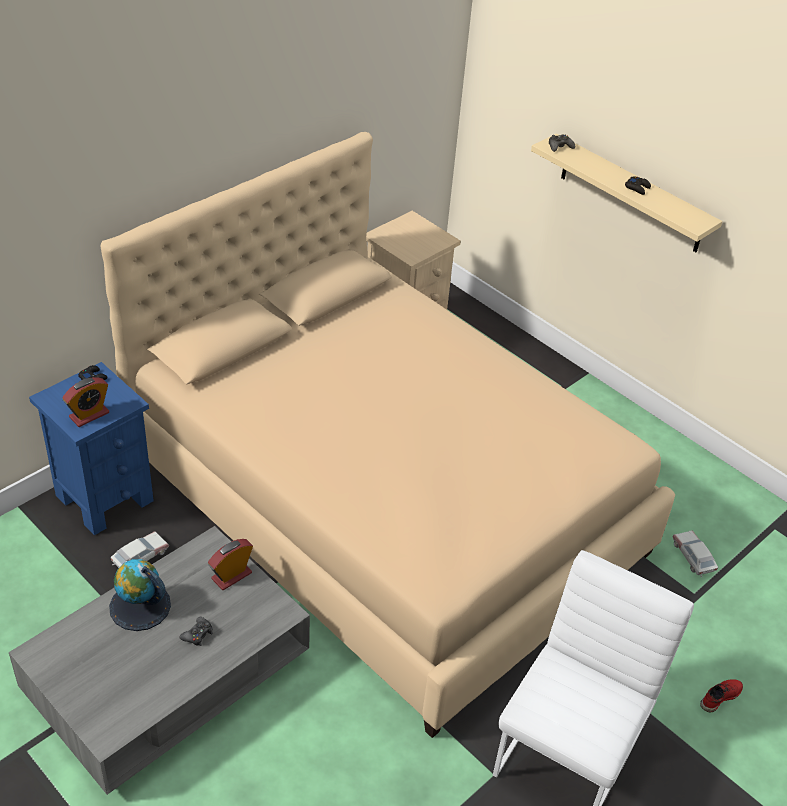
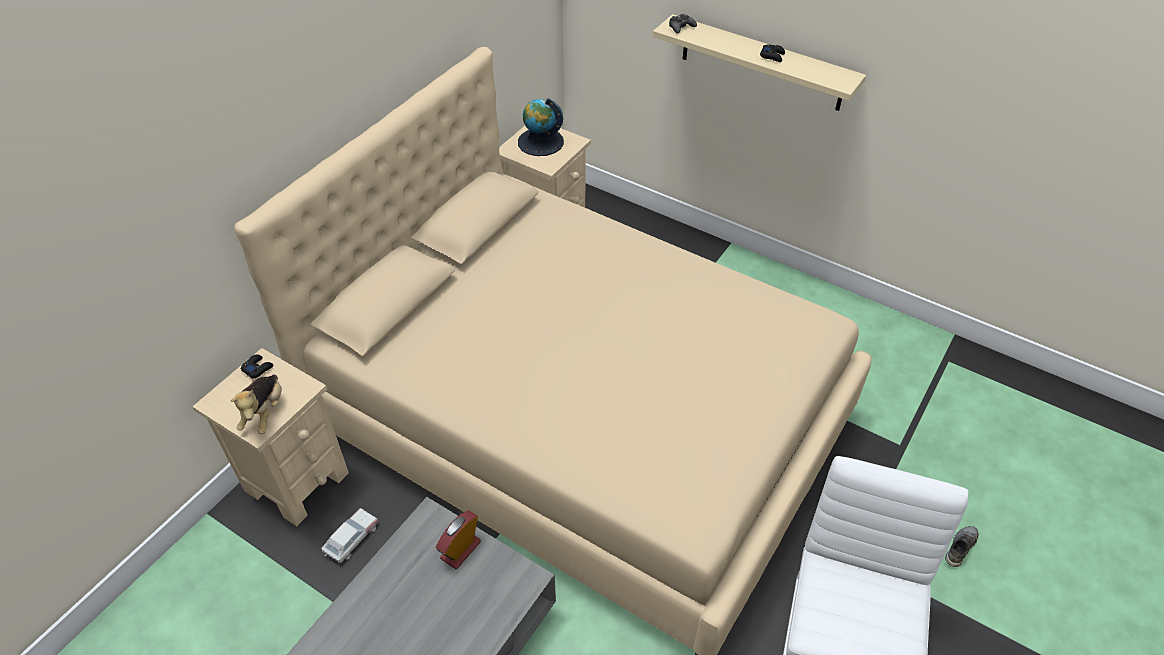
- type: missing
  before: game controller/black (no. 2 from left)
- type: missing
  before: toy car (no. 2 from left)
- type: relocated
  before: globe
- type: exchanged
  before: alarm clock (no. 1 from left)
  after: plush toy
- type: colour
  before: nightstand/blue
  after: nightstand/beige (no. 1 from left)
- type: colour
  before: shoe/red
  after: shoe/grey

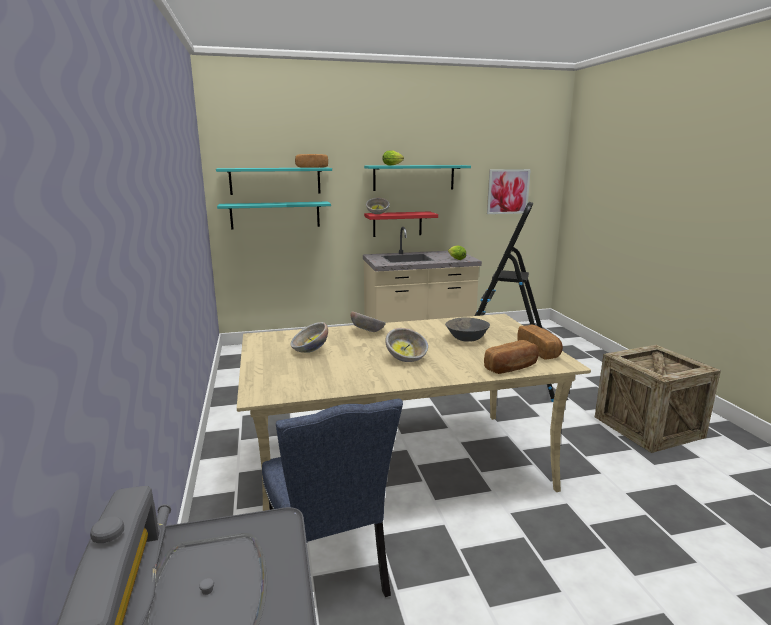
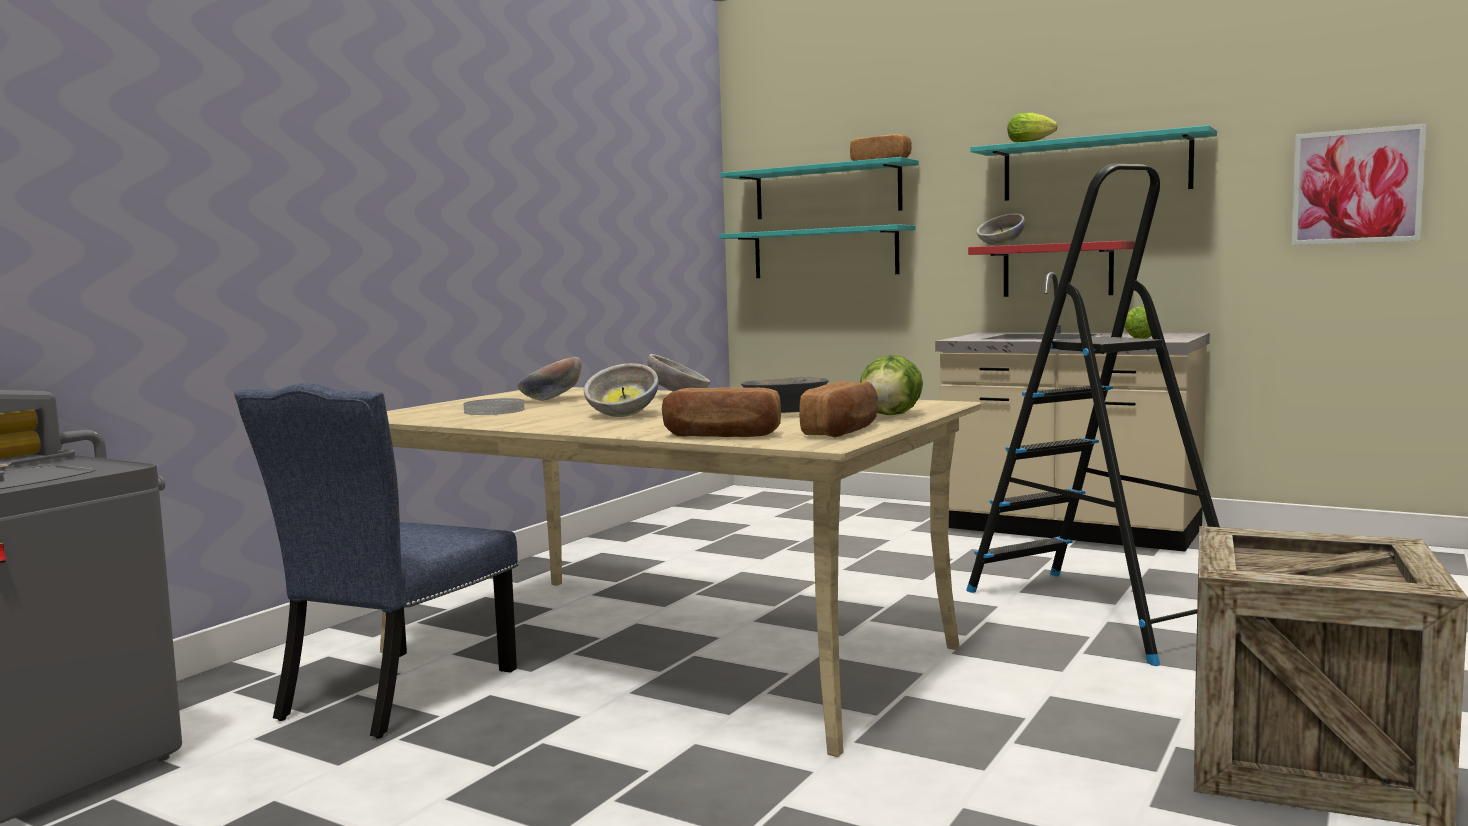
- type: appeared
  after: plate/white
- type: appeared
  after: lettuce (no. 1 from left)

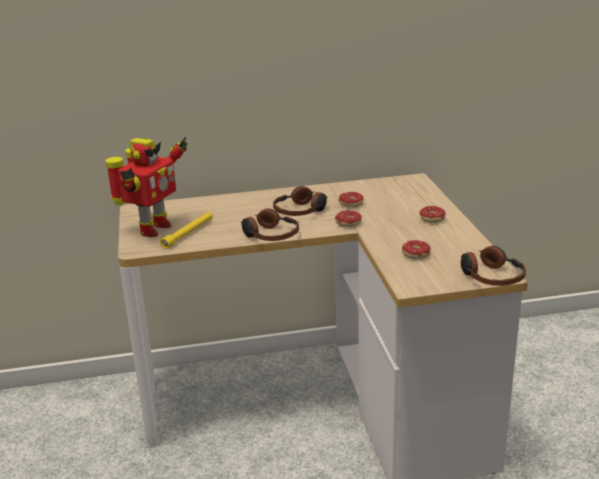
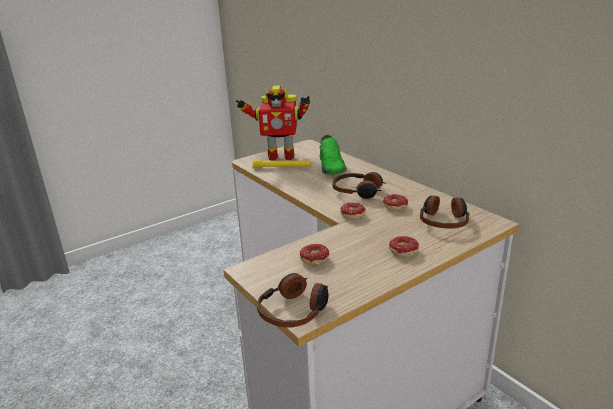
- type: appeared
  after: shoe/green
- type: relocated
  before: headphones (no. 1 from left in the first image)
  after: headphones (no. 3 from left)

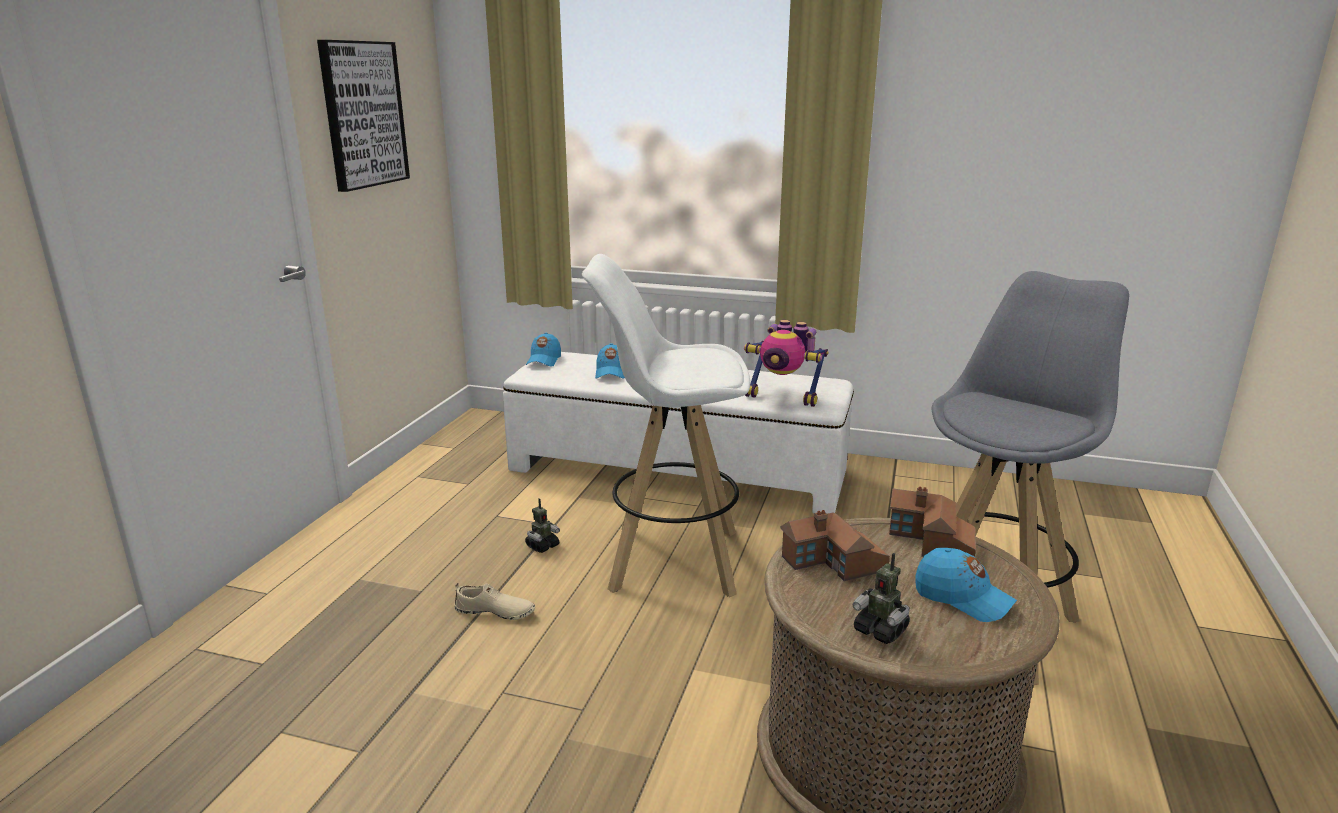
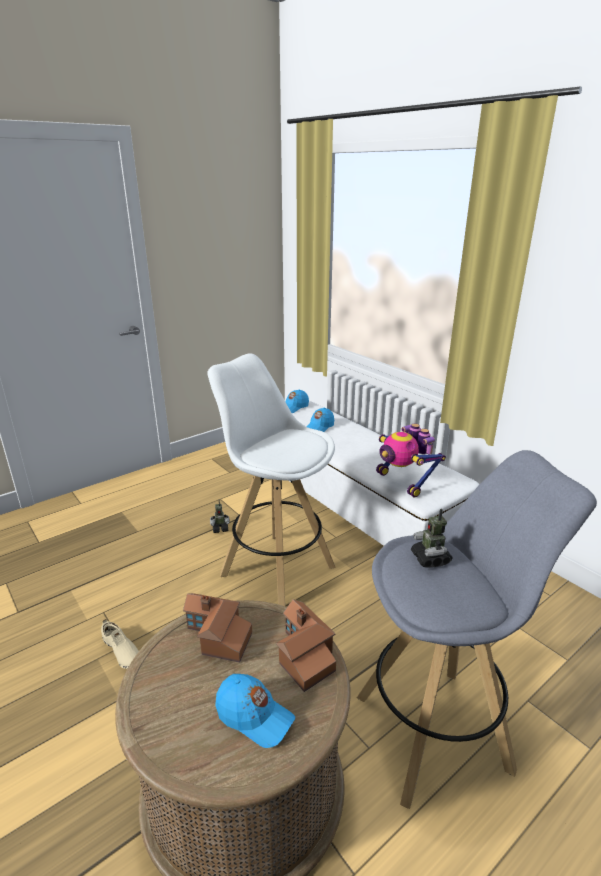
- type: missing
  before: picture
- type: relocated
  before: shoe/beige
- type: relocated
  before: toy robot (no. 3 from left)
- type: spun
  before: cap/blue (no. 3 from left in the first image)
  turn: -45

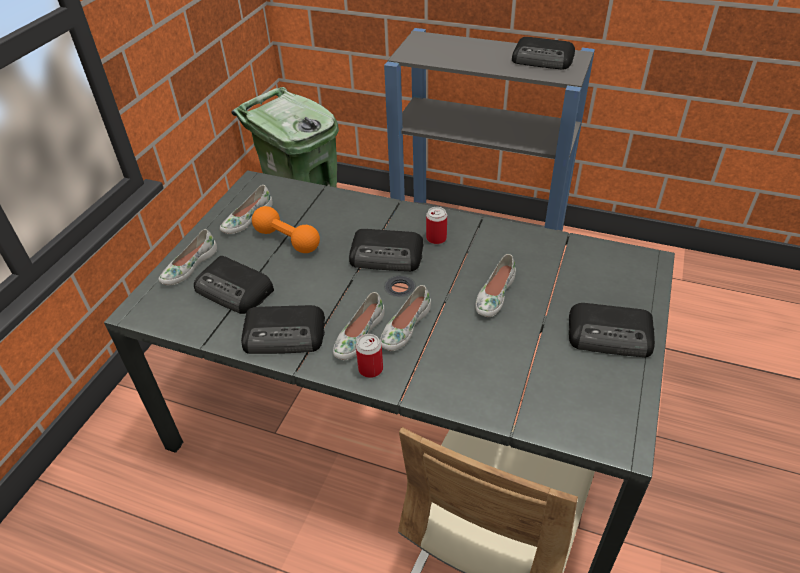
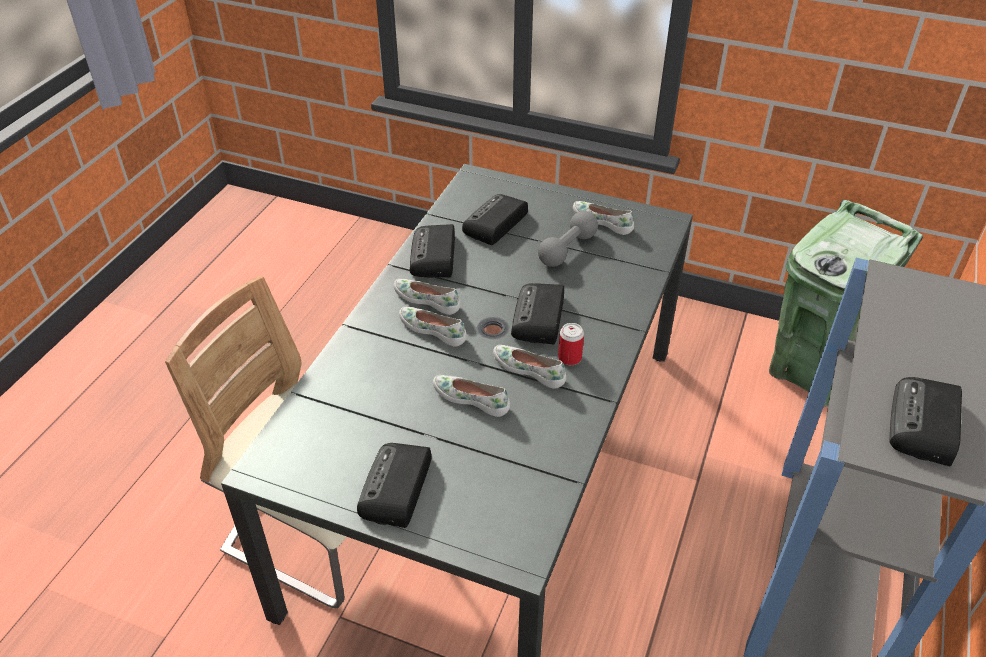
- type: missing
  before: can (no. 1 from left)
- type: relocated
  before: shoe/white (no. 1 from left in the first image)
  after: shoe/white (no. 4 from left)
- type: colour
  before: dumbbell/orange
  after: dumbbell/grey

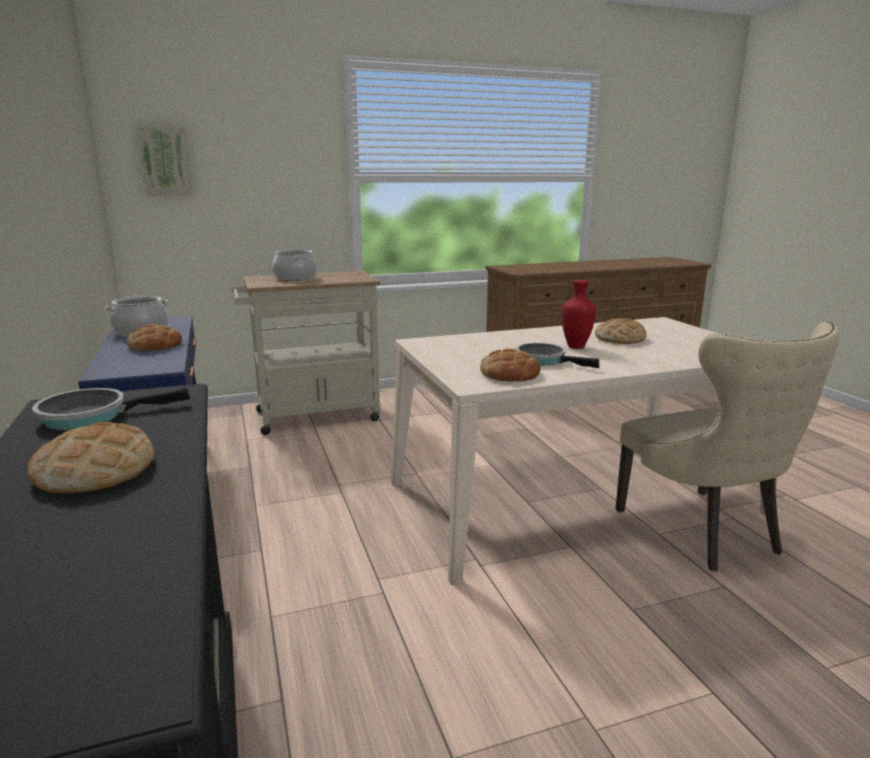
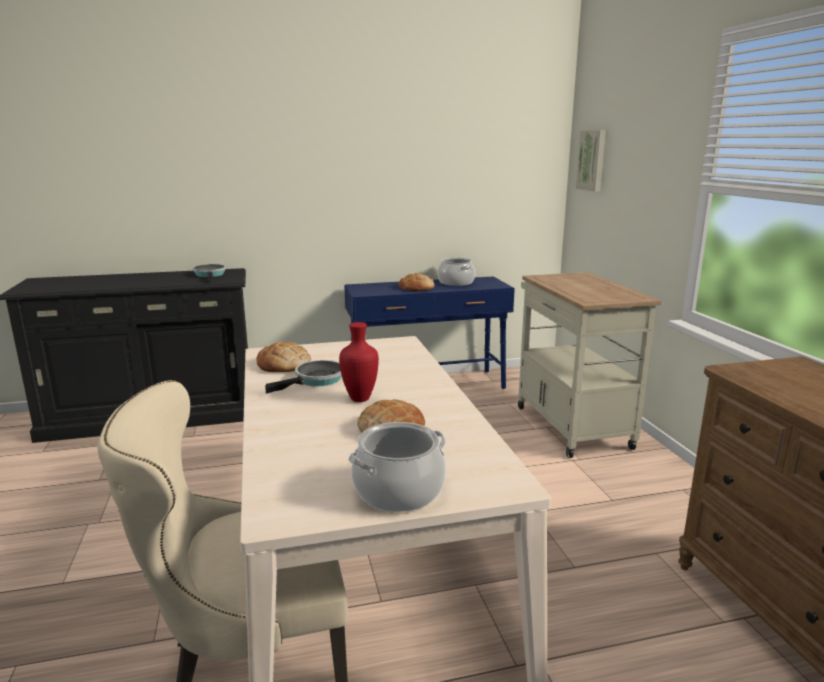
- type: missing
  before: bread (no. 1 from left)
- type: relocated
  before: cooking pot (no. 2 from left in the first image)
  after: cooking pot (no. 1 from left)

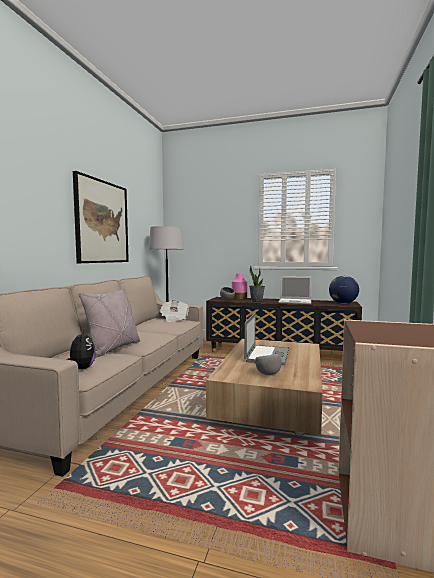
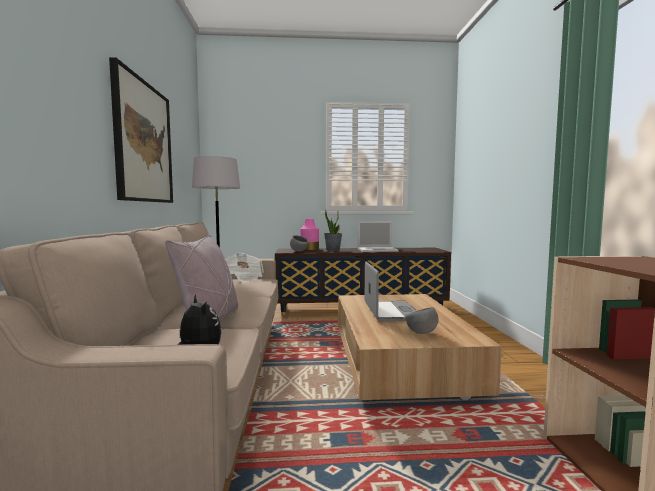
- type: missing
  before: globe

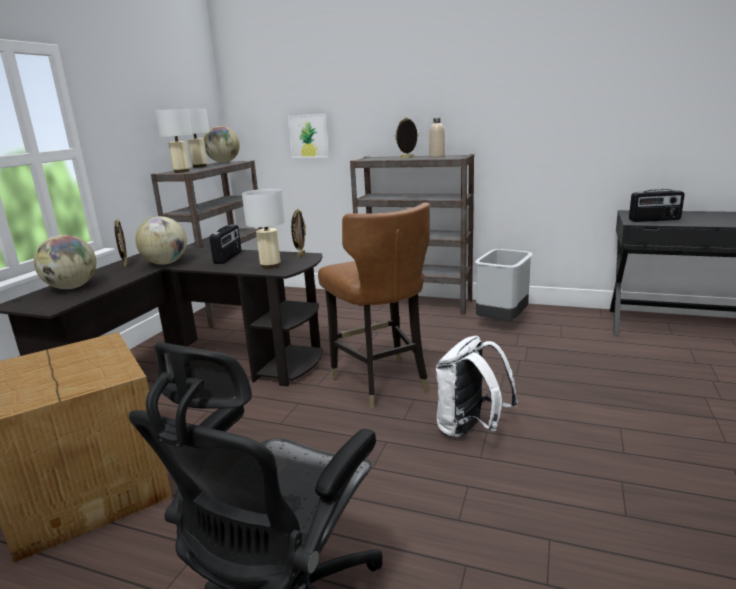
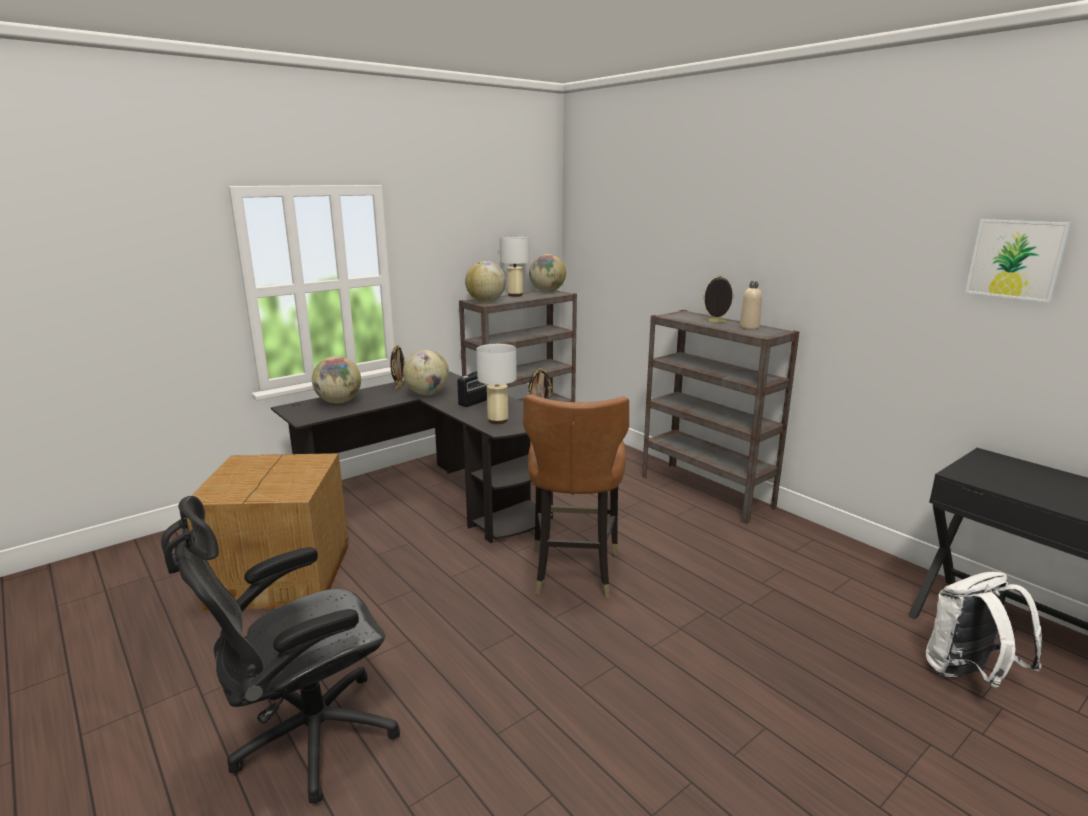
- type: missing
  before: trash can/grey
- type: missing
  before: radio (no. 2 from left)
- type: relocated
  before: picture
- type: relocated
  before: backpack/white
- type: exchanged
  before: table lamp/white (no. 1 from left)
  after: globe (no. 3 from left)

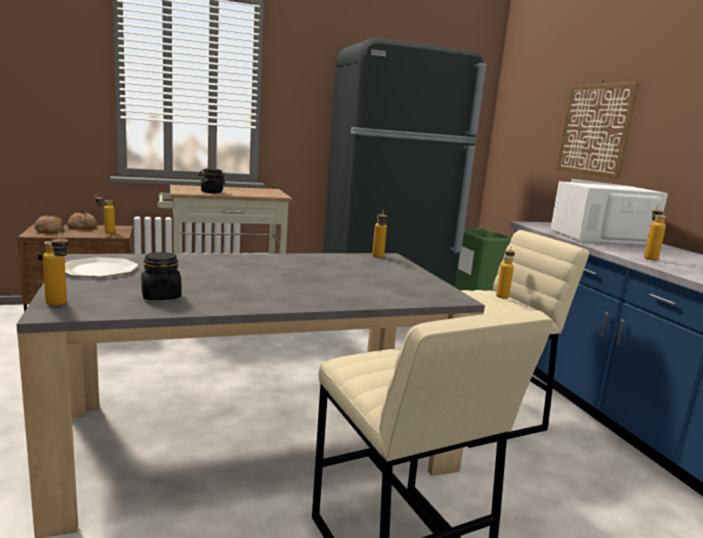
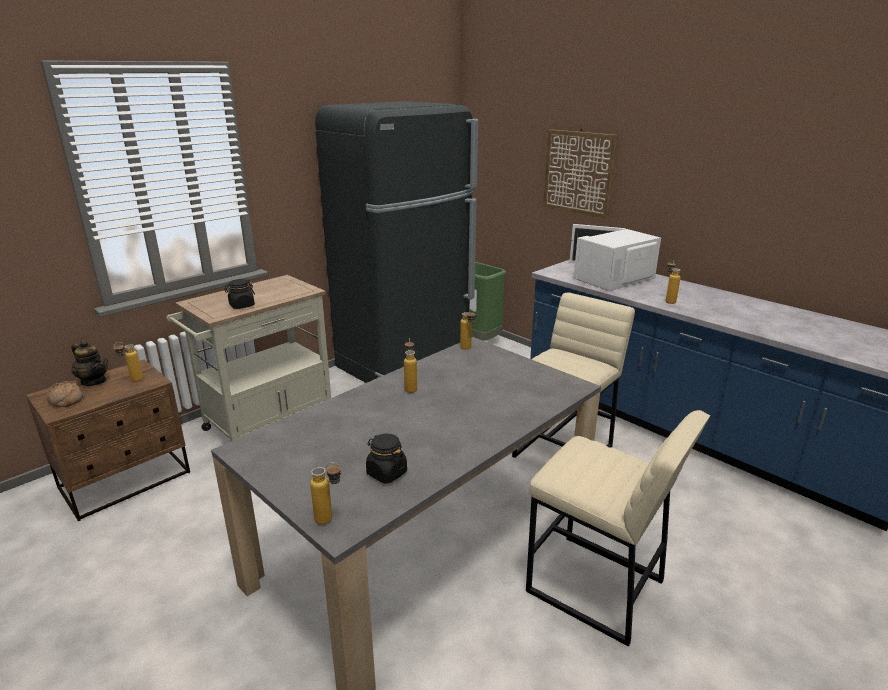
- type: missing
  before: plate
- type: relocated
  before: bottle (no. 4 from left in the first image)
  after: bottle (no. 3 from left)
- type: exchanged
  before: bread (no. 2 from left)
  after: teapot

